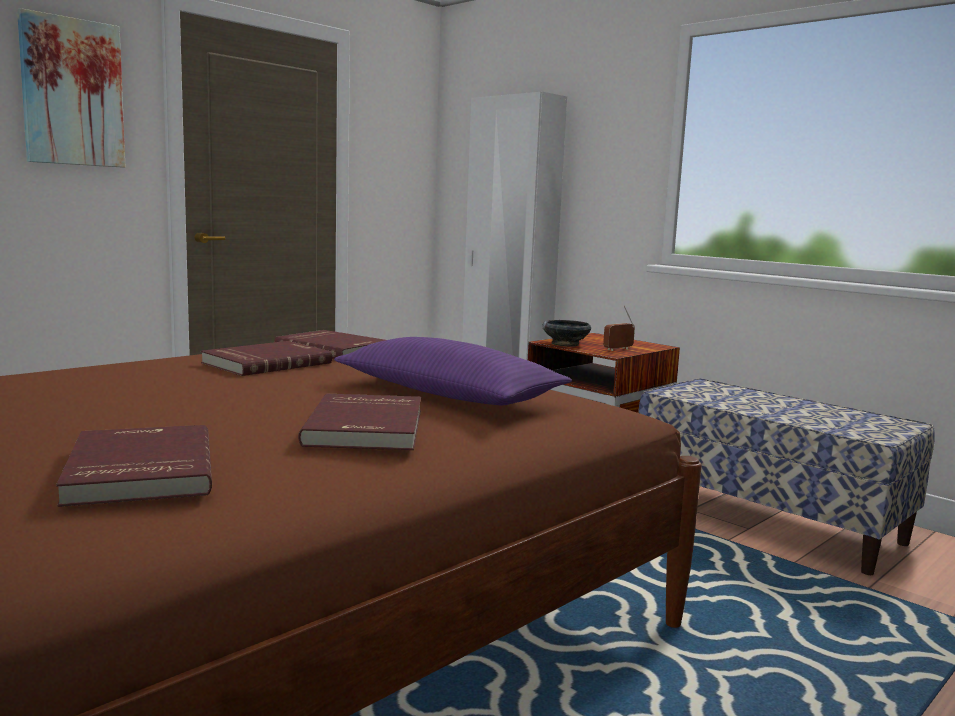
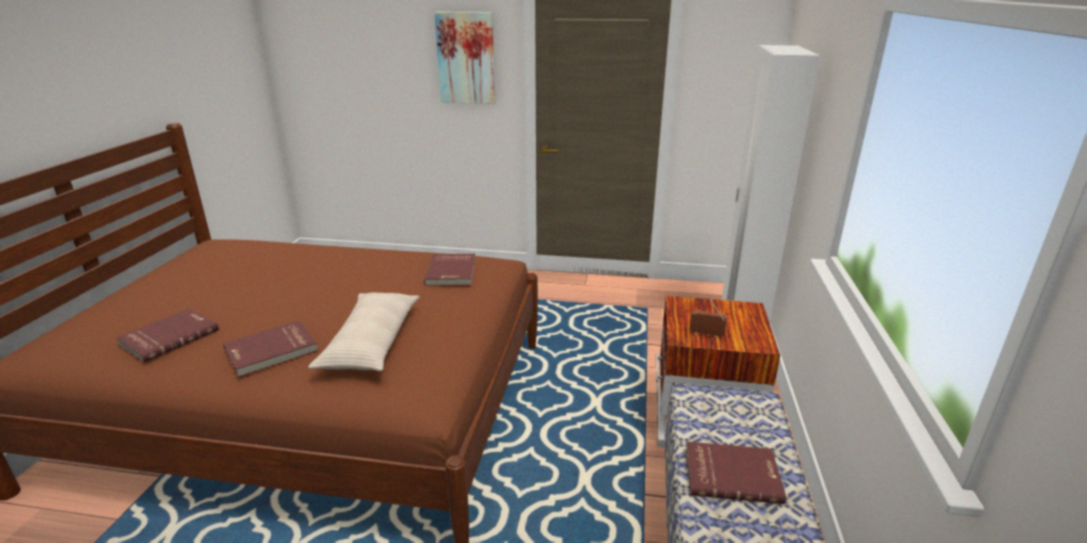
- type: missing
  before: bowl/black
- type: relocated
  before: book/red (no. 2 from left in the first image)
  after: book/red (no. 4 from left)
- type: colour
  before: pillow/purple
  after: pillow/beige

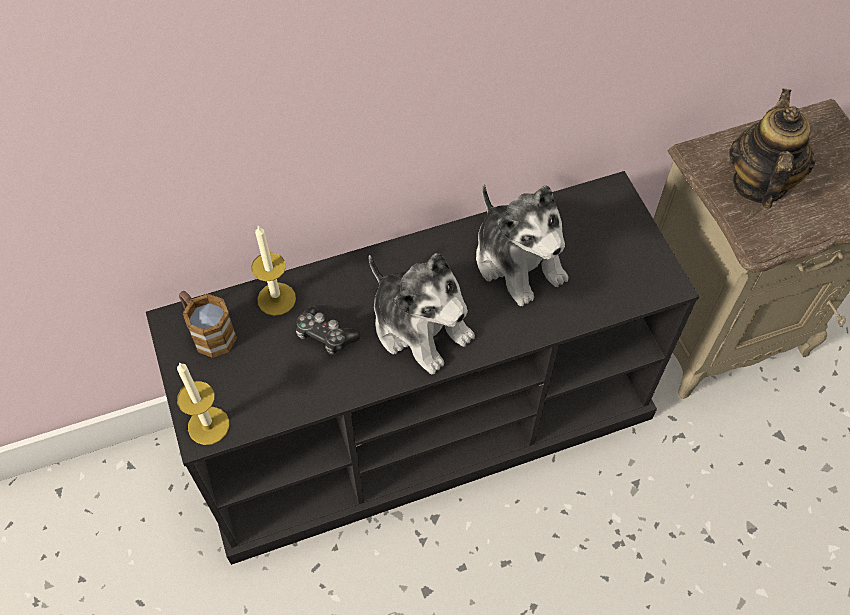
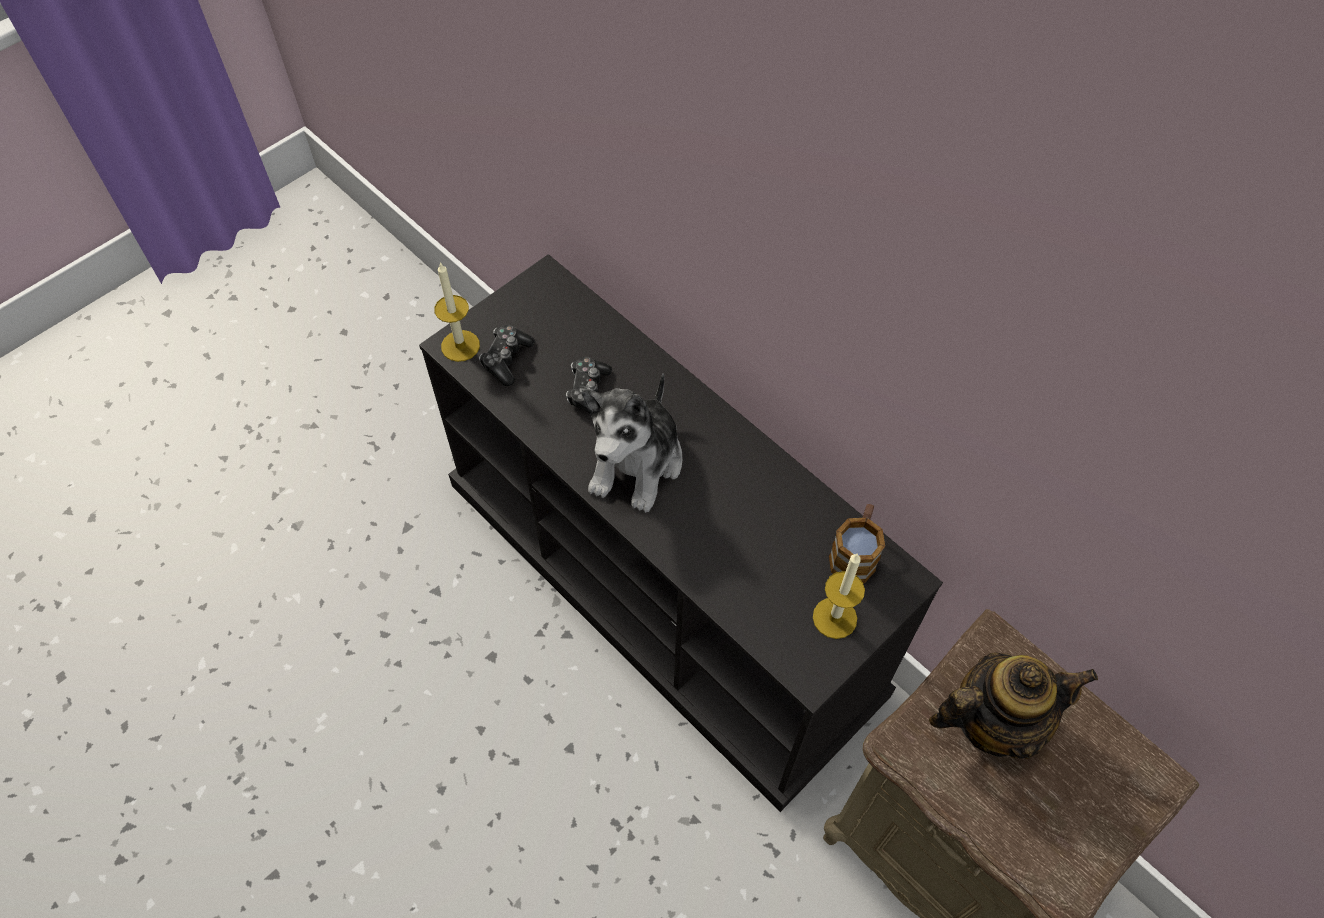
- type: missing
  before: plush toy (no. 2 from left)
- type: appeared
  after: game controller (no. 1 from left)
- type: relocated
  before: mug
- type: relocated
  before: candle (no. 2 from left)

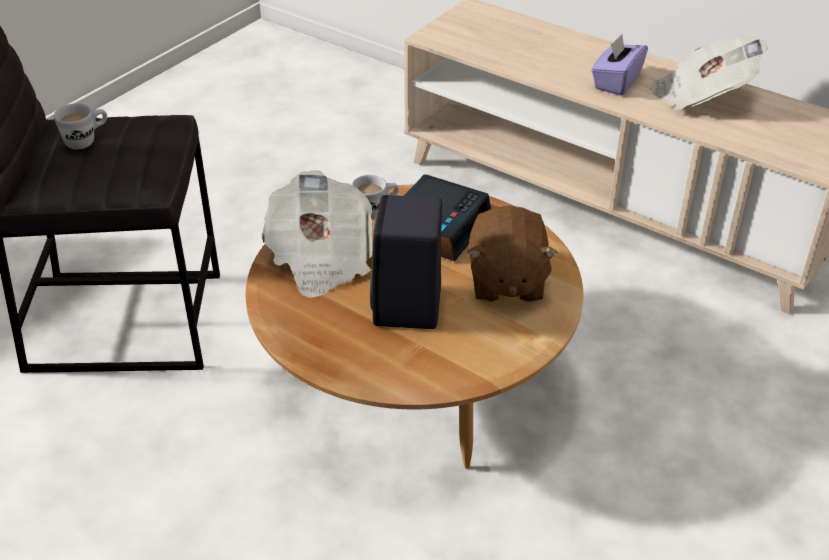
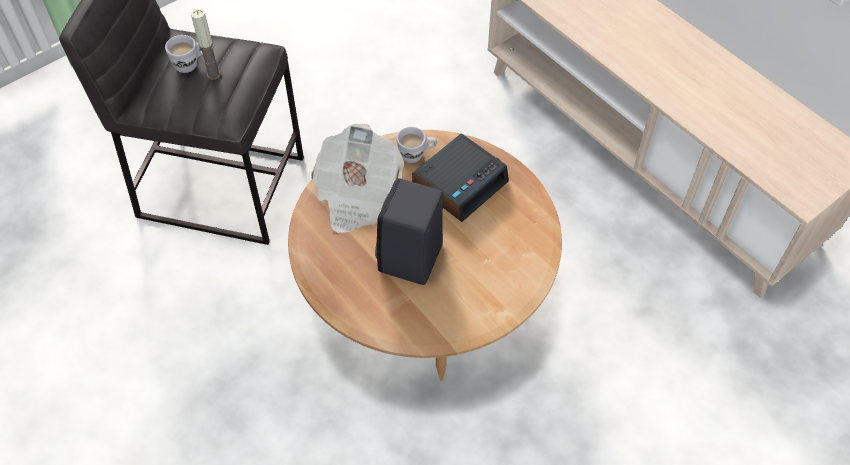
- type: missing
  before: plush toy/brown
- type: missing
  before: tissue box/purple
- type: missing
  before: newspaper (no. 2 from left)
- type: appeared
  after: candle

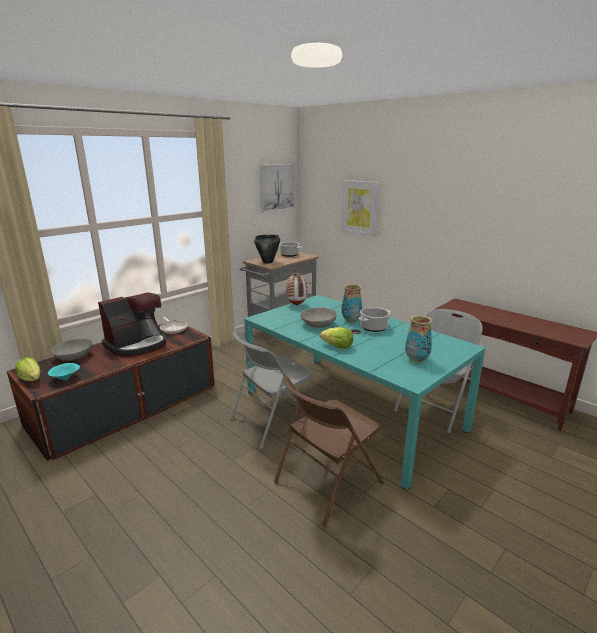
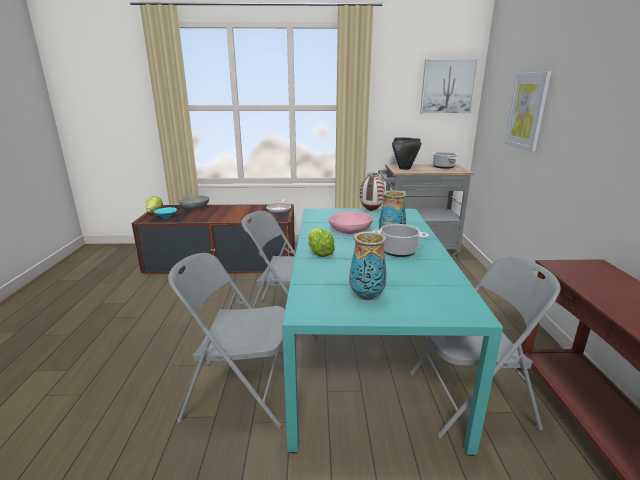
- type: missing
  before: coffee machine
- type: colour
  before: chair/brown
  after: chair/grey (no. 1 from left)
- type: colour
  before: bowl/grey (no. 2 from left)
  after: bowl/pink

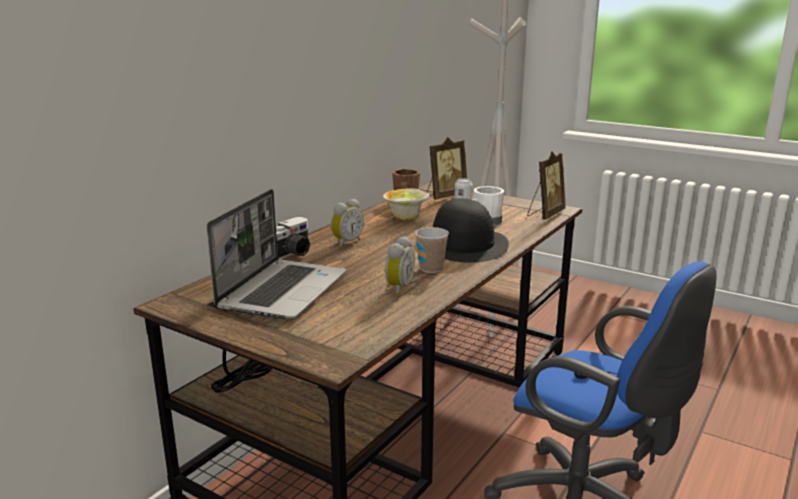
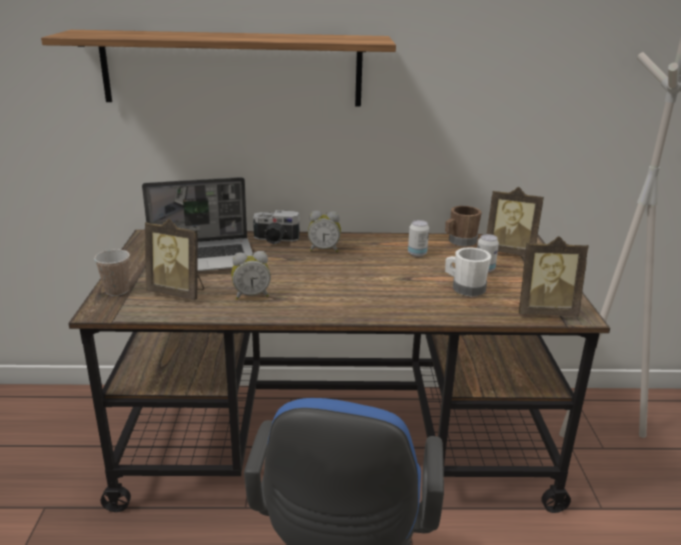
- type: missing
  before: hat/black
- type: appeared
  after: shelf
- type: appeared
  after: picture frame (no. 1 from left)
- type: relocated
  before: cup
- type: exchanged
  before: bowl
  after: can (no. 1 from left)

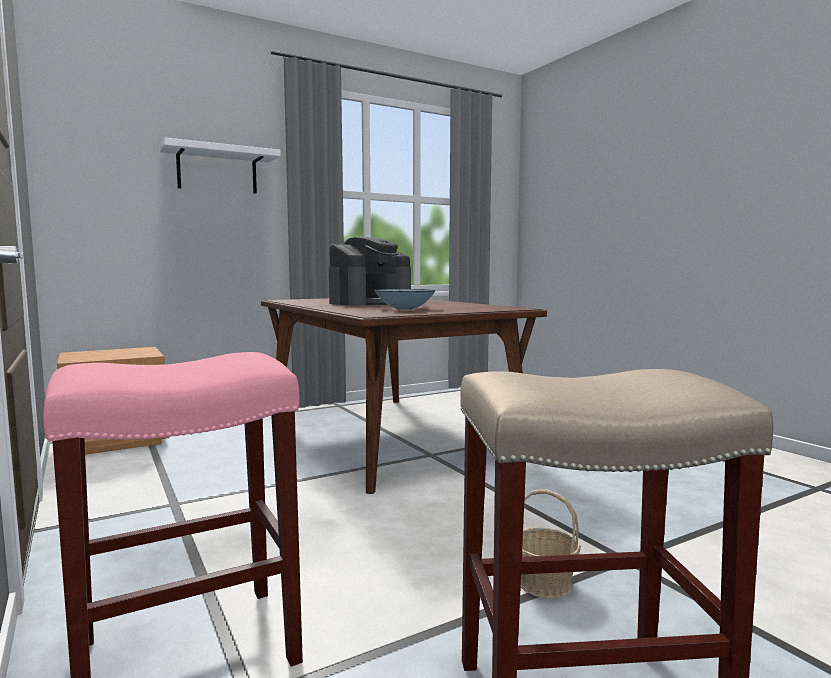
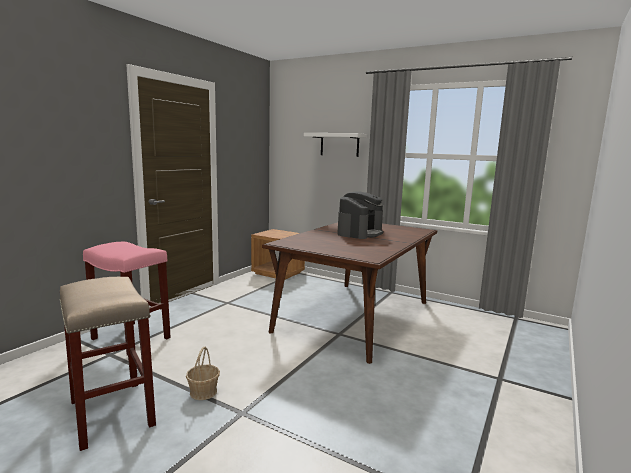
- type: missing
  before: bowl
- type: spun
  before: coffee machine
  turn: -75

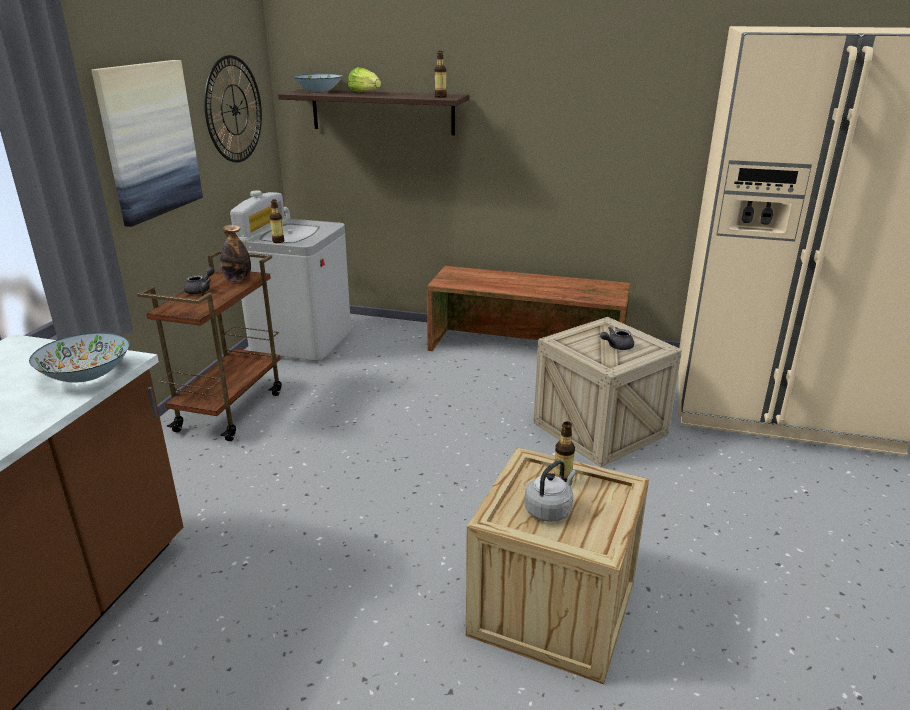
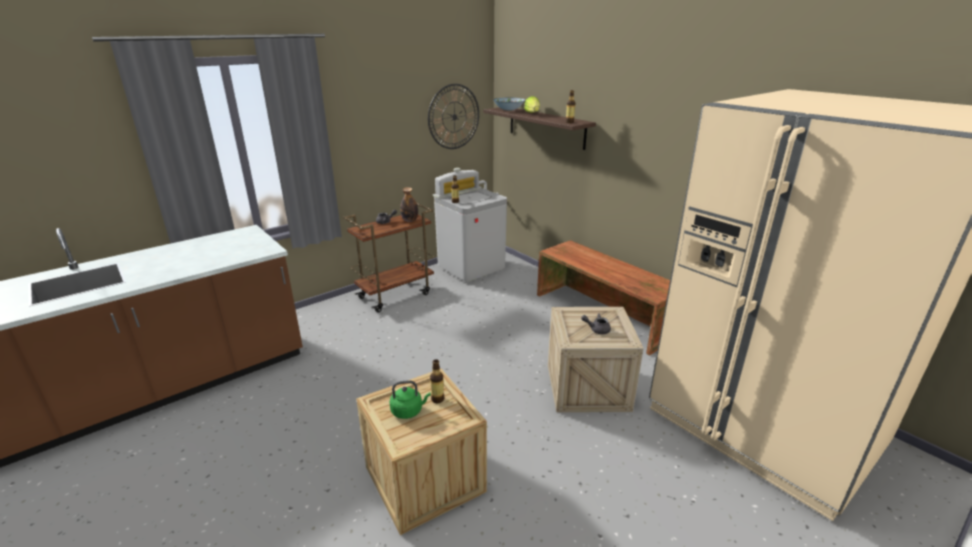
- type: missing
  before: bowl (no. 1 from left)
- type: missing
  before: picture
- type: colour
  before: kettle/grey
  after: kettle/green

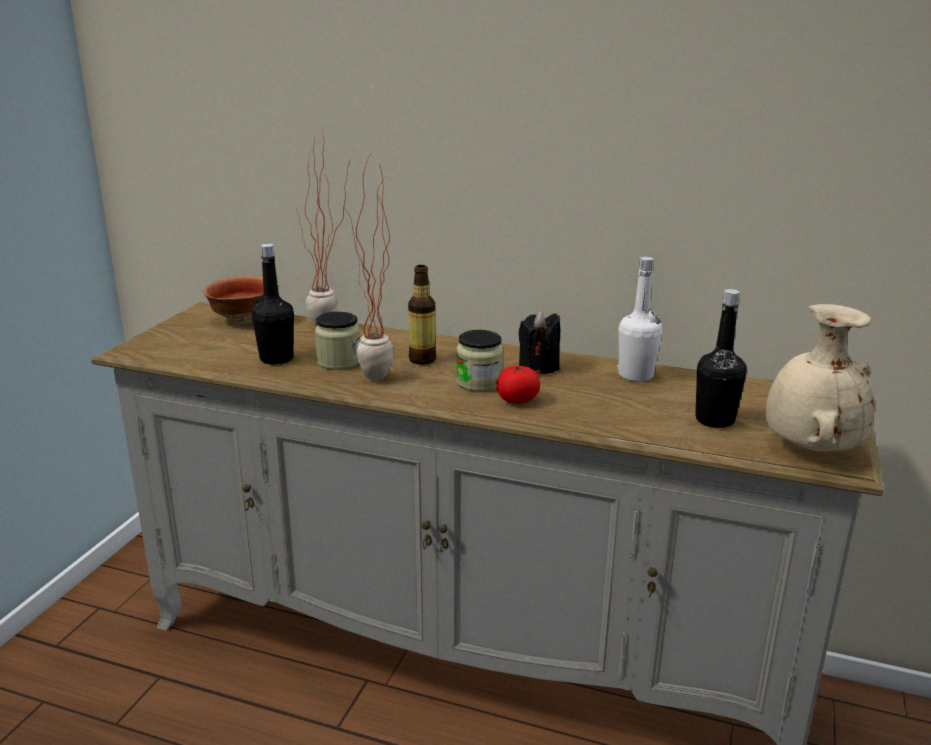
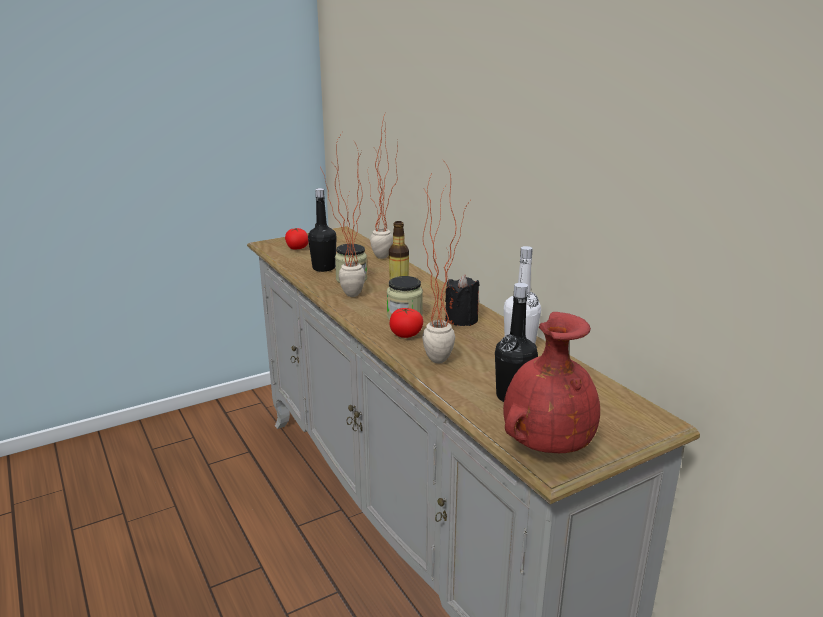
- type: missing
  before: bowl
- type: appeared
  after: tomato (no. 1 from left)
- type: appeared
  after: potted plant (no. 3 from left)
- type: colour
  before: vase/beige
  after: vase/red

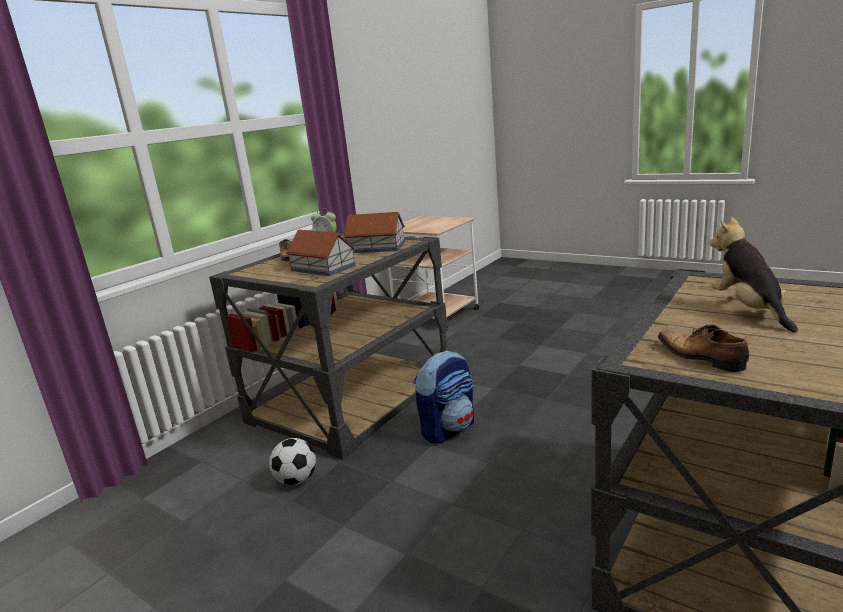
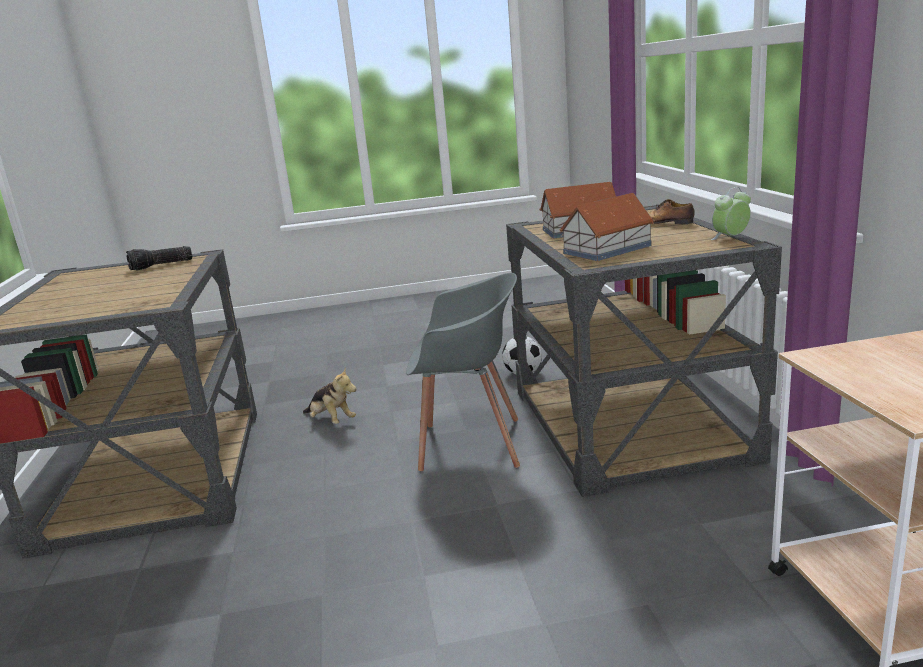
- type: relocated
  before: plush toy
- type: exchanged
  before: backpack
  after: chair/grey
- type: exchanged
  before: shoe (no. 2 from left)
  after: flashlight

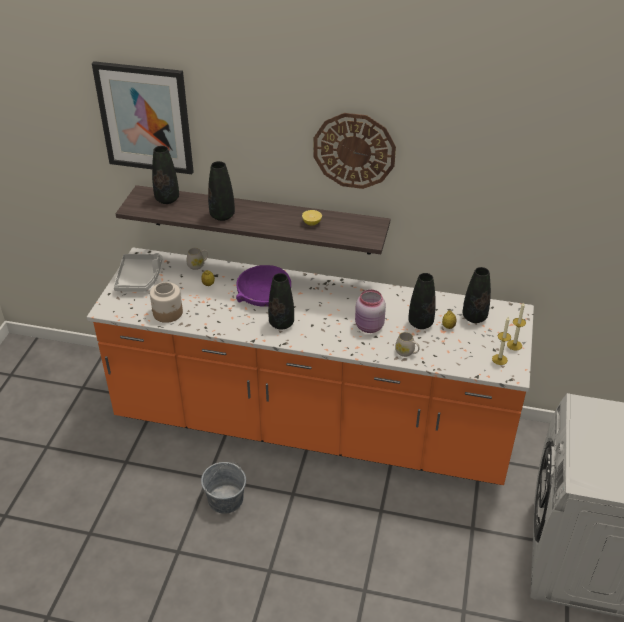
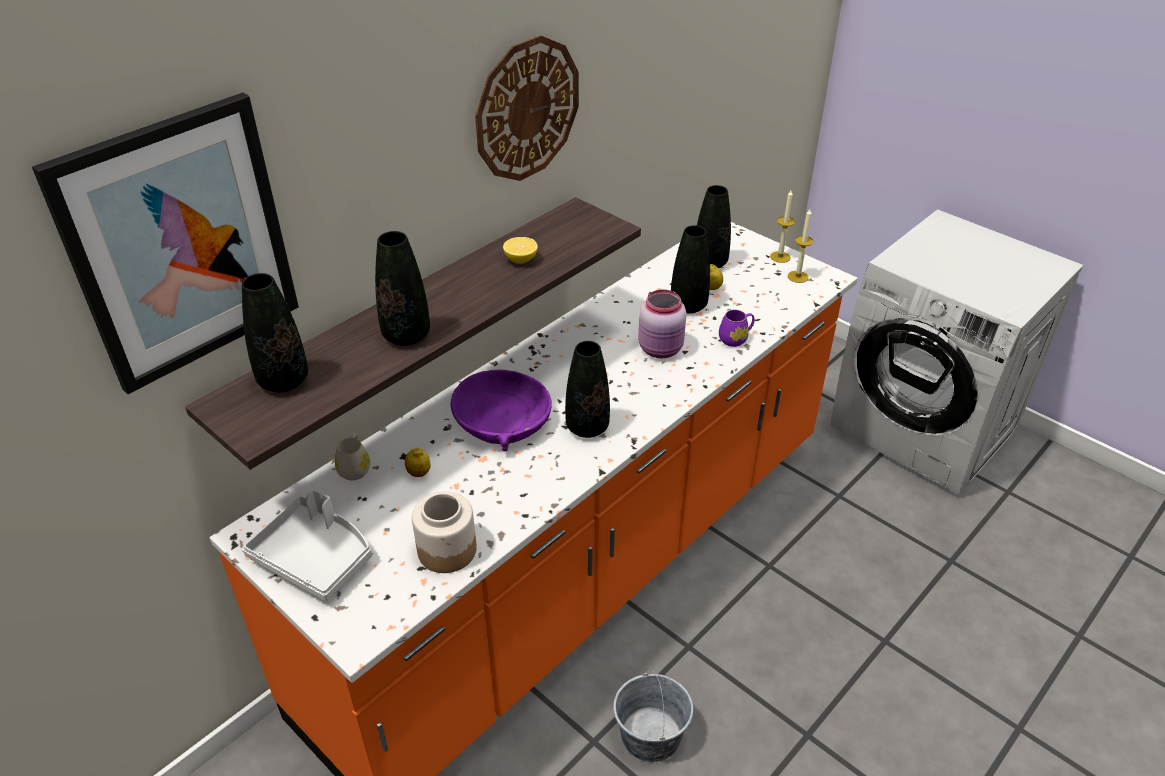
- type: colour
  before: mug/white (no. 2 from left)
  after: mug/purple

